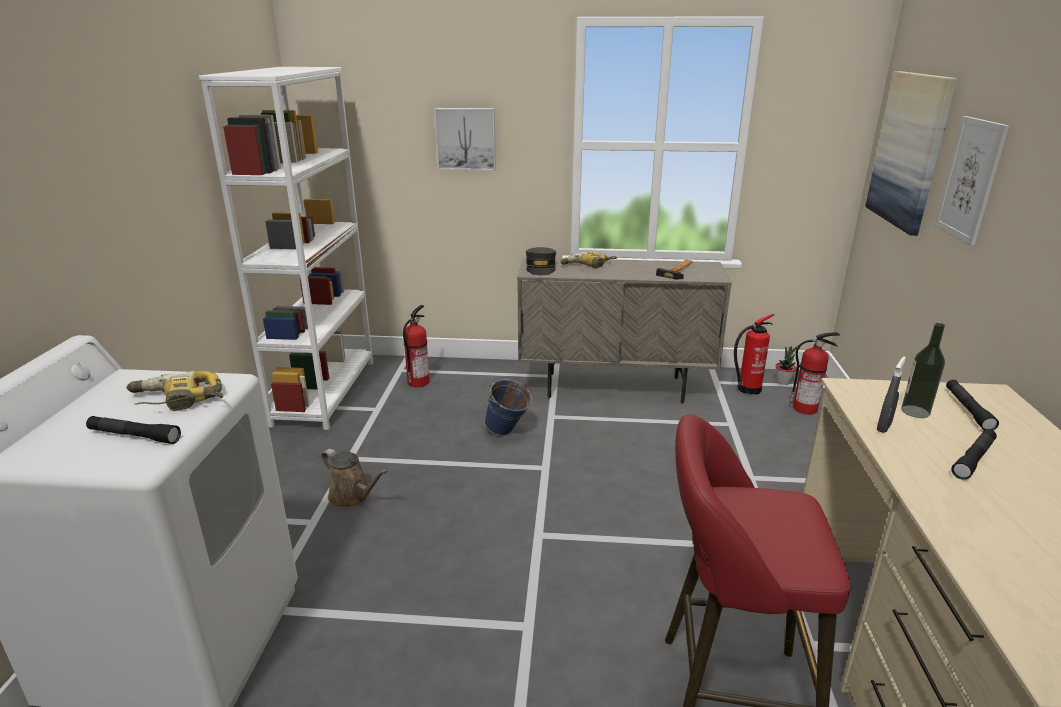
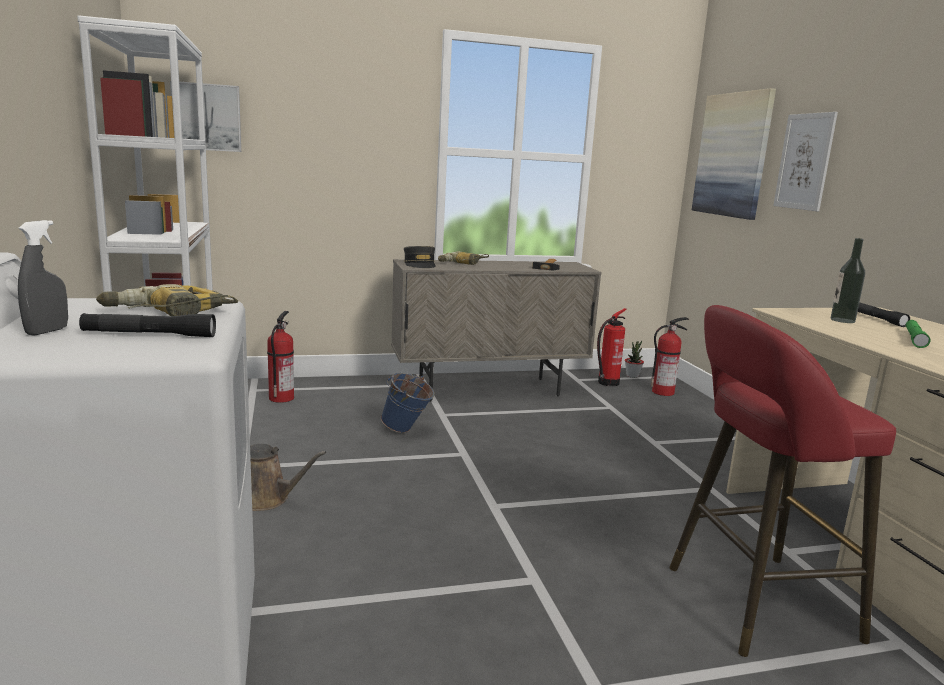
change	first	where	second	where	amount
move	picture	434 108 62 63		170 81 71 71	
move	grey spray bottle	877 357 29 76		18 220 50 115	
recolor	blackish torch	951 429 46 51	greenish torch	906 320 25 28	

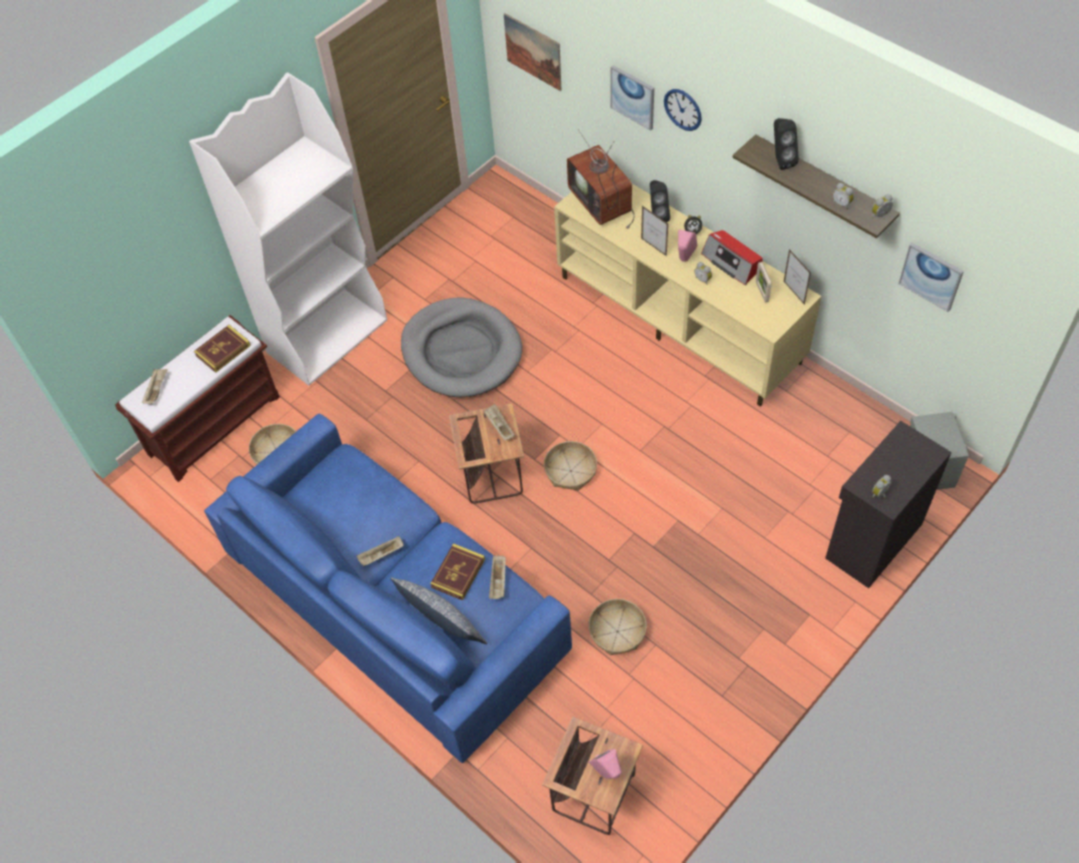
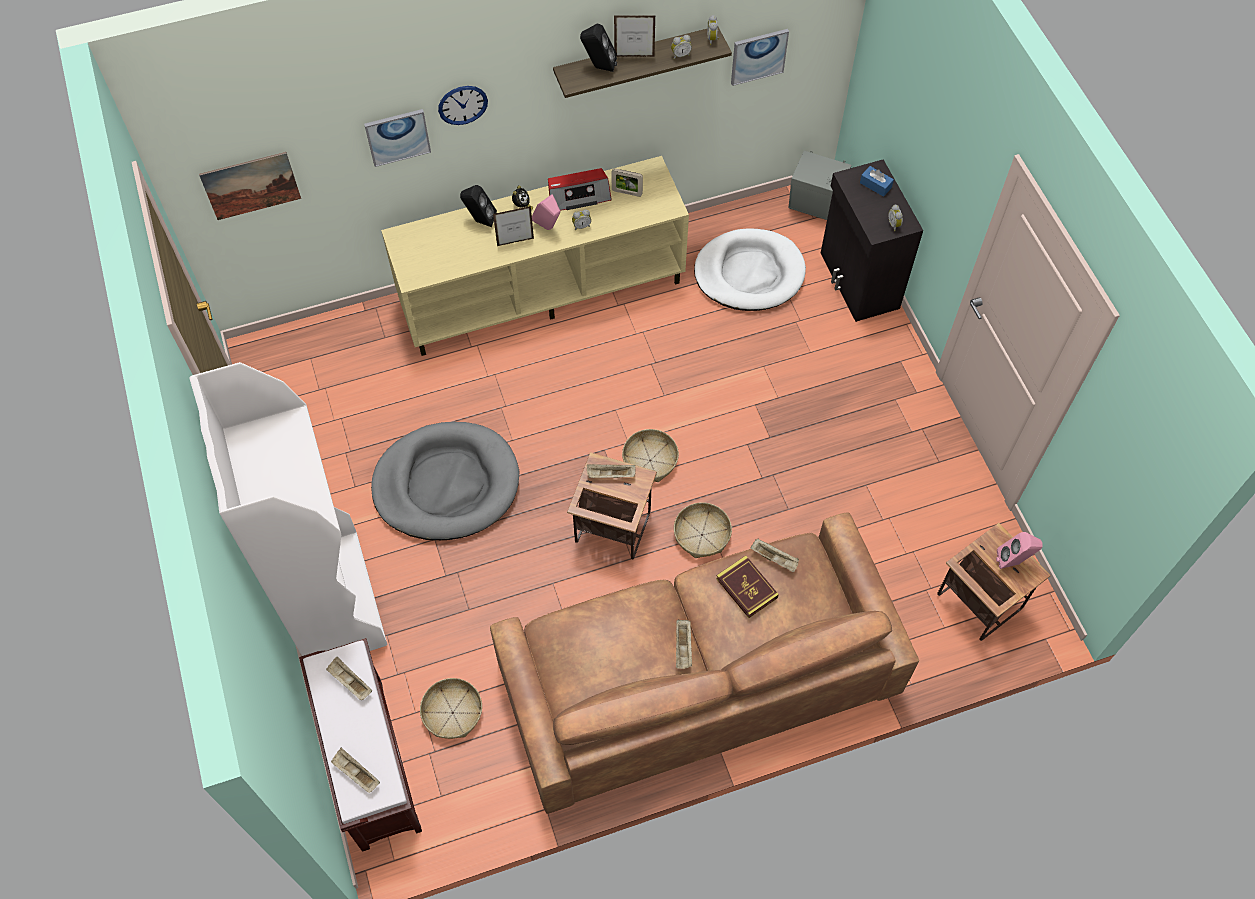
change	first	where	second	where	amount
delete	television	567 129 68 100			
move	photo frame	784 249 27 56		614 15 41 42	
replace	bound book	194 325 57 48	beige-coloured serving tray	326 656 46 44	
recolor	blue settee	204 414 368 349	brown settee	490 512 429 302	
delete	cushion	390 578 97 66			
move	storage basket	589 599 58 56		674 502 58 56	
insert			blue box of tissues	860 166 34 31	
insert			white dog bed	694 228 112 83	

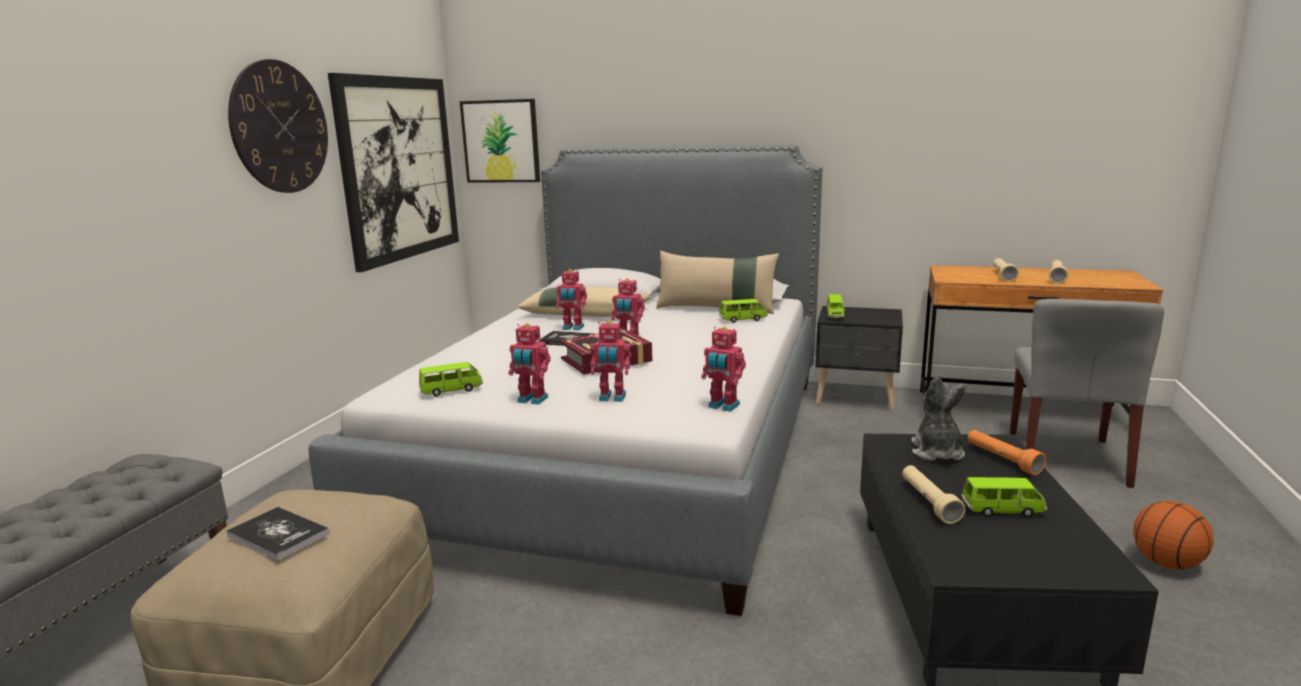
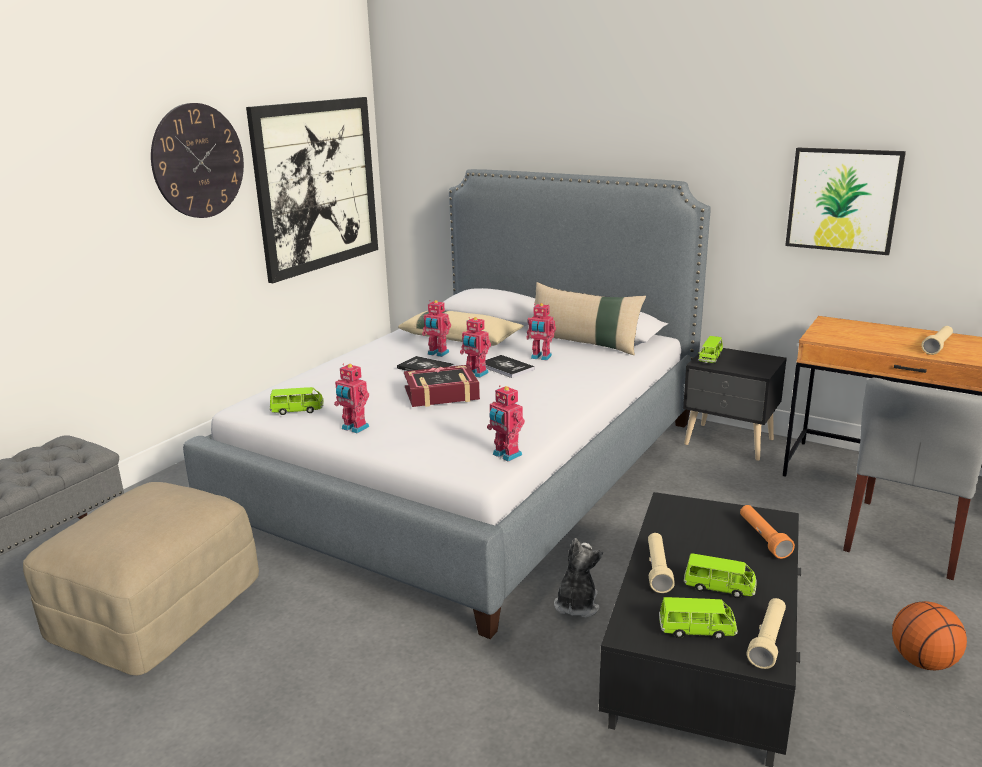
change	first	where	second	where	amount
move	picture	460 99 80 83		785 148 121 107	
move	beige-coloured torch	993 258 26 24		747 598 39 71	
move	greenish miniature car	719 299 49 24		659 597 79 43	
move	toy robot	590 321 41 81		526 303 30 57	
move	soft toy	911 374 56 87		554 538 49 79	
move	bound book	226 507 103 54		485 355 50 23	

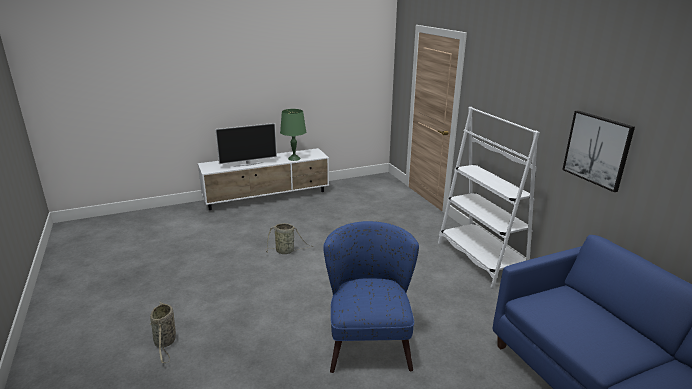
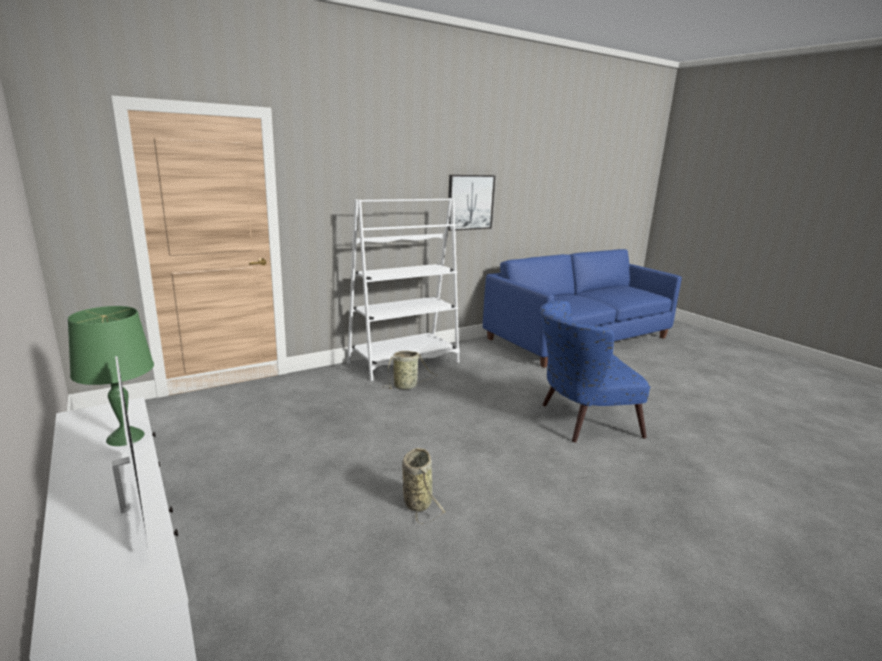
change	first	where	second	where	amount
move	storage basket	149 302 27 61		382 351 56 39	

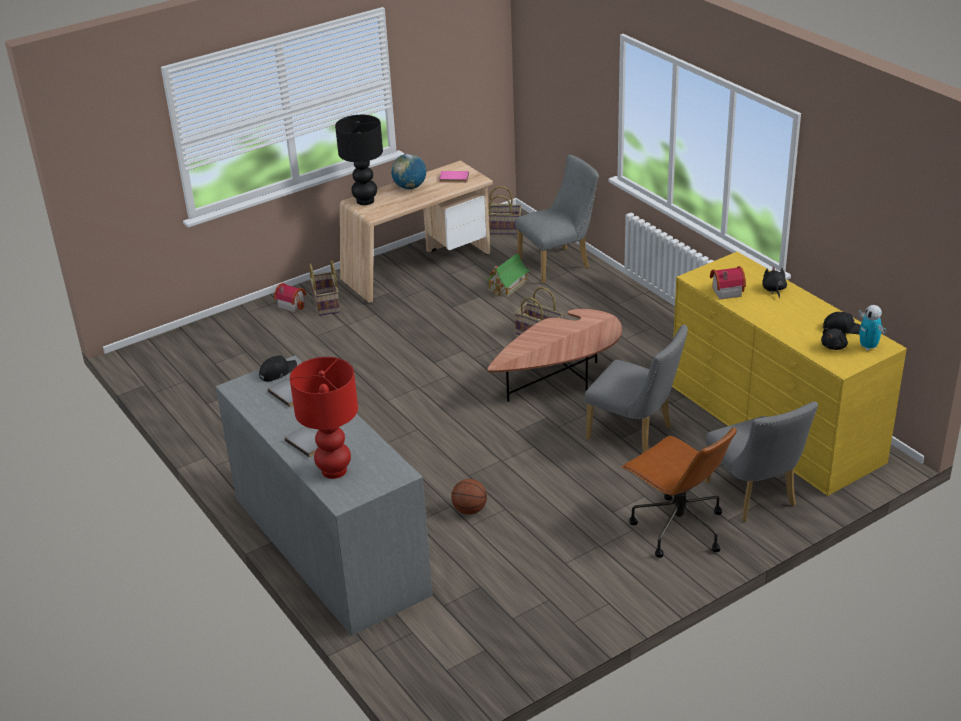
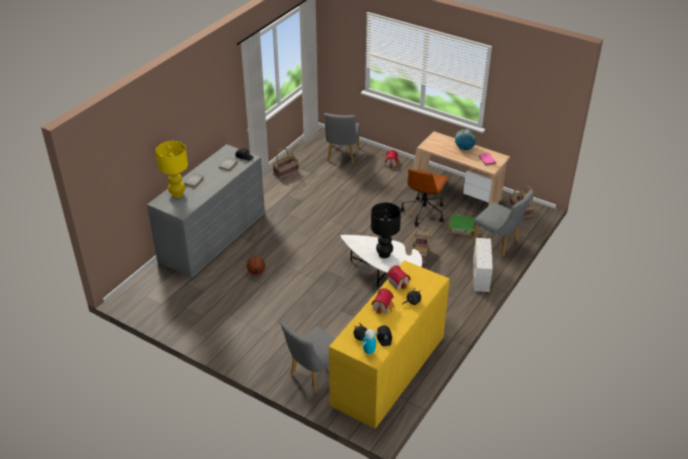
change	first	where	second	where	amount
move	blackish tabletop lamp	335 115 48 90		371 202 30 56	
move	storage basket	309 260 31 56		273 148 26 31	
recolor	brown coffee table	487 309 135 93	white coffee table	340 235 83 52	
move	grey upright chair	585 325 103 128		324 113 36 50	
recolor	red-coloured tabletop lamp	290 357 68 122	yellow tabletop lamp	155 141 33 57	
move	brown office chair	622 427 115 131		401 168 48 58	
insert			white storage bin	473 238 20 54	
insert			model house	371 288 24 26	

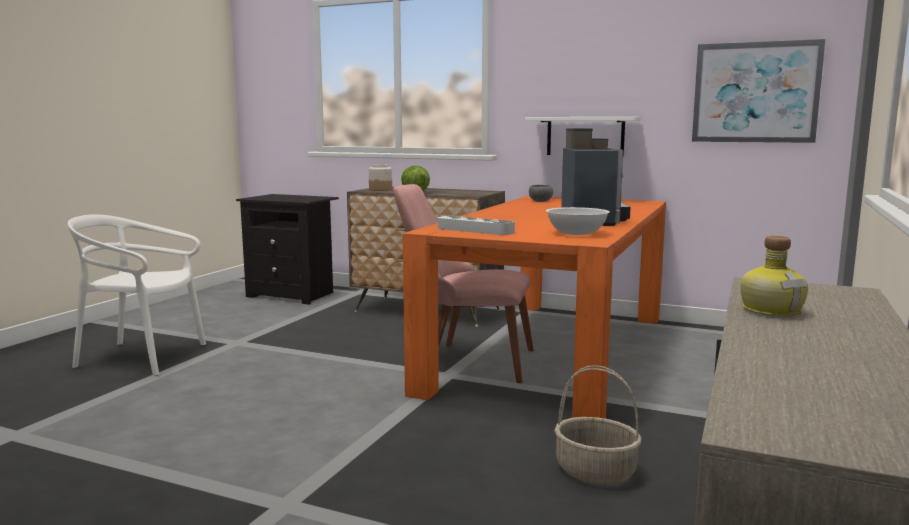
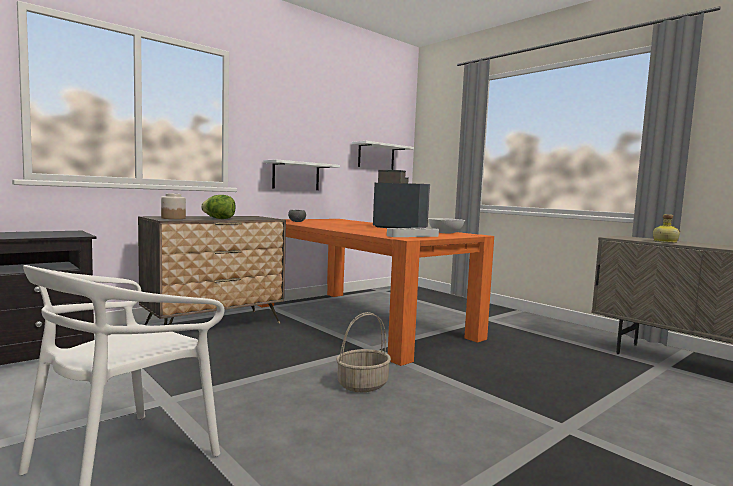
change	first	where	second	where	amount
replace	picture	692 39 133 104	white wall shelf	352 141 62 29	
delete	pinkish upright chair	393 184 141 199			
move	storage basket	554 365 88 120		336 312 55 80	

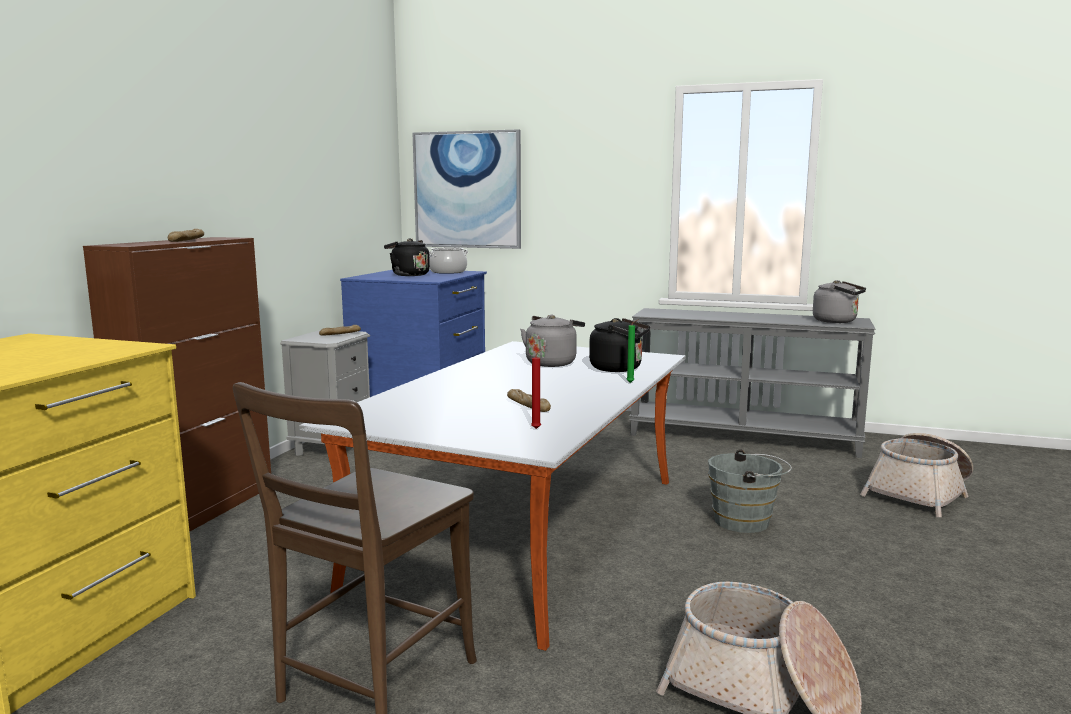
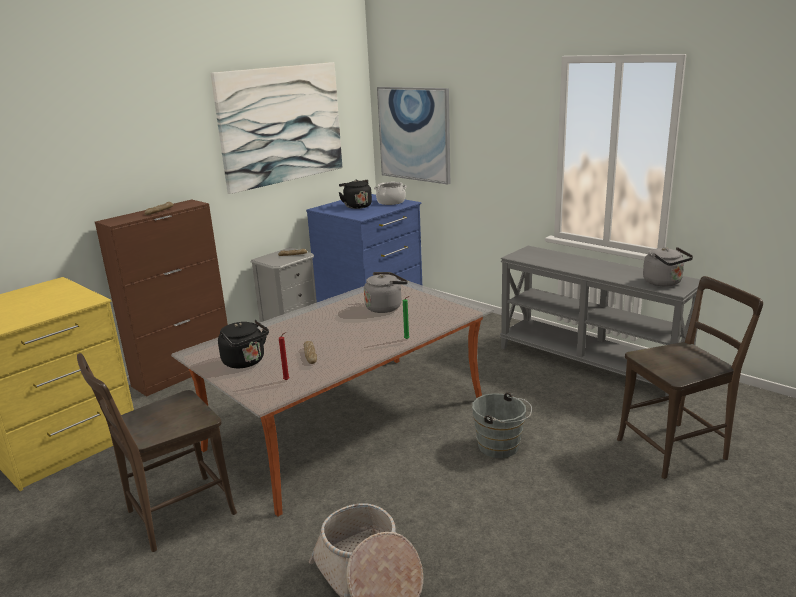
change	first	where	second	where	amount
move	blackish tea kettle	589 318 61 54		218 320 51 48	
replace	storage basket	860 433 113 84	brown upright chair	617 276 146 203	
insert			picture	210 62 133 132	

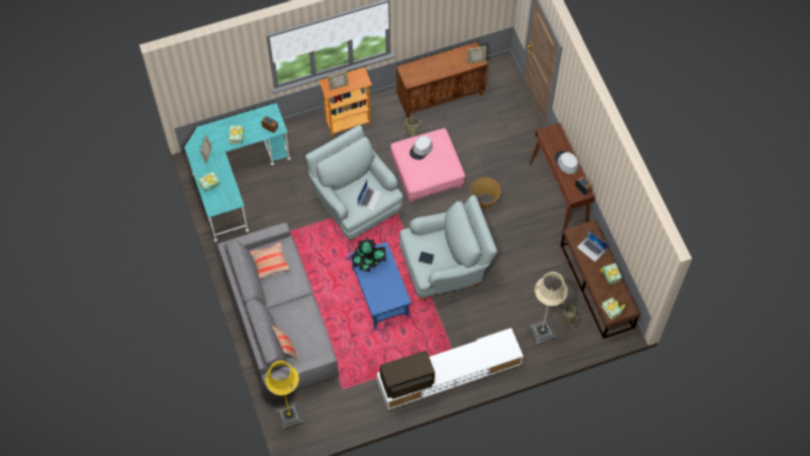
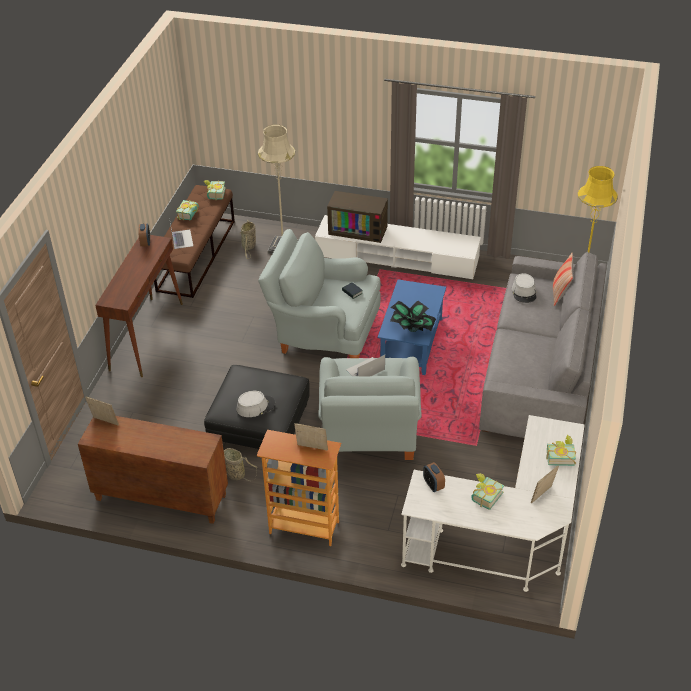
change	first	where	second	where	amount
recolor	turquoise-coloured desk unit	184 103 107 139	white desk unit	401 415 184 177	
recolor	pinkish footrest	390 128 75 75	blackish footrest	204 365 106 84	
move	grey wearable hat	554 151 24 23		512 273 25 30	
delete	storage basket	470 177 31 32			
delete	cushion	250 242 40 37			
move	television	380 350 55 49		327 191 61 52	

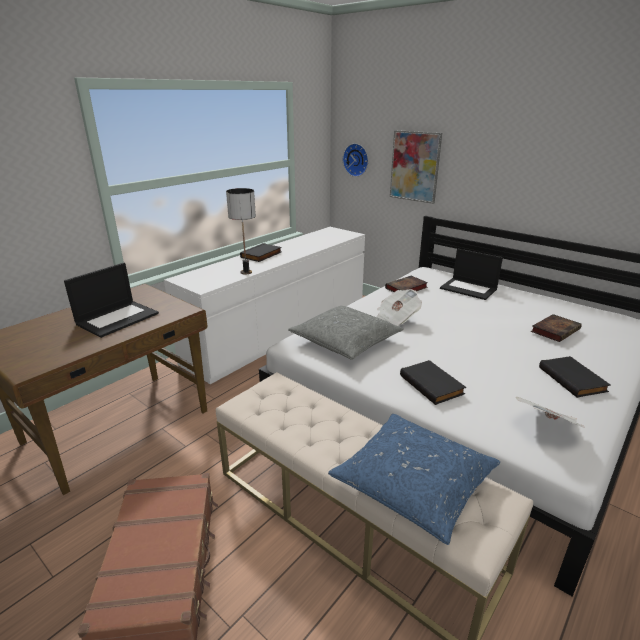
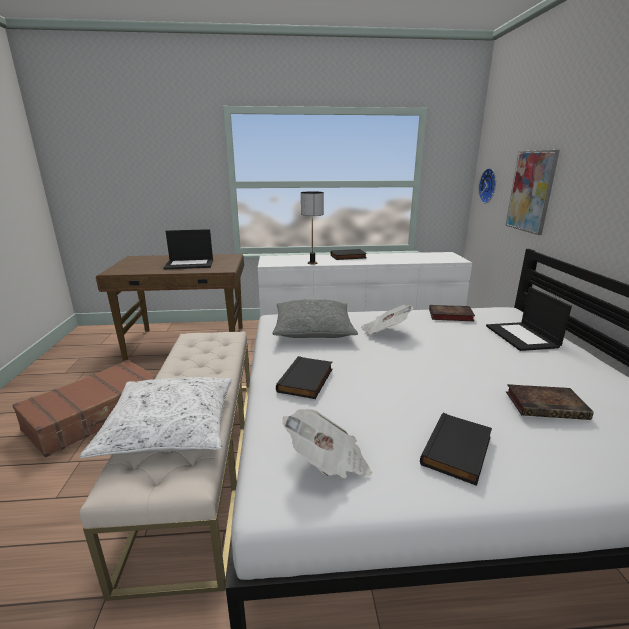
change	first	where	second	where	amount
recolor	blue cushion	328 414 172 131	white cushion	80 377 152 81	

